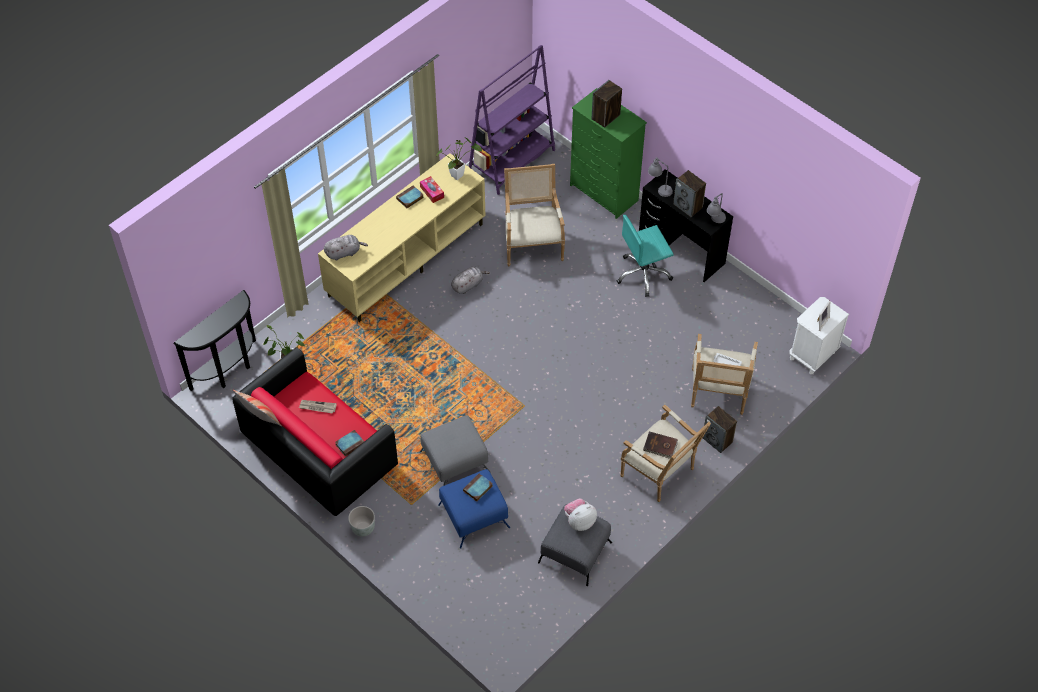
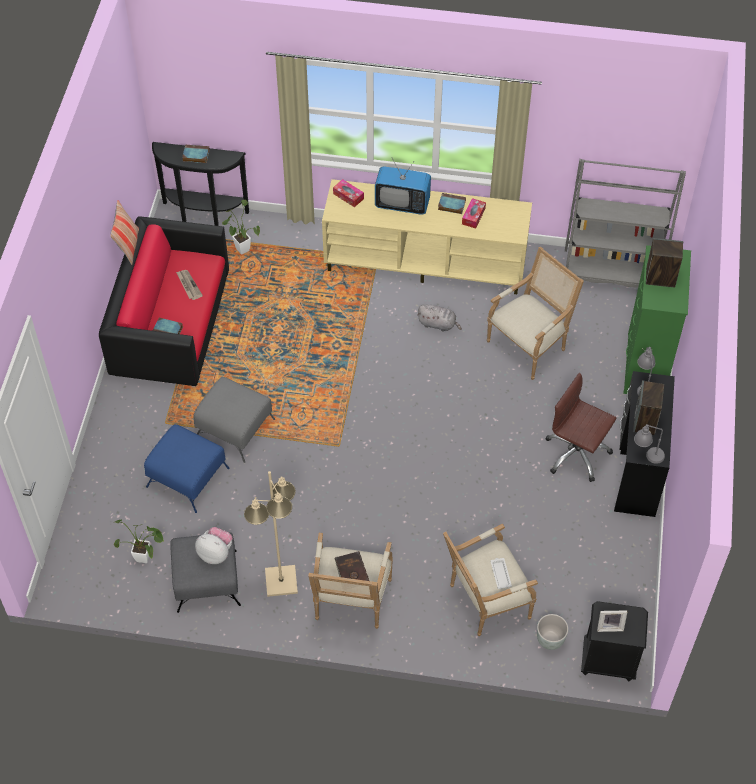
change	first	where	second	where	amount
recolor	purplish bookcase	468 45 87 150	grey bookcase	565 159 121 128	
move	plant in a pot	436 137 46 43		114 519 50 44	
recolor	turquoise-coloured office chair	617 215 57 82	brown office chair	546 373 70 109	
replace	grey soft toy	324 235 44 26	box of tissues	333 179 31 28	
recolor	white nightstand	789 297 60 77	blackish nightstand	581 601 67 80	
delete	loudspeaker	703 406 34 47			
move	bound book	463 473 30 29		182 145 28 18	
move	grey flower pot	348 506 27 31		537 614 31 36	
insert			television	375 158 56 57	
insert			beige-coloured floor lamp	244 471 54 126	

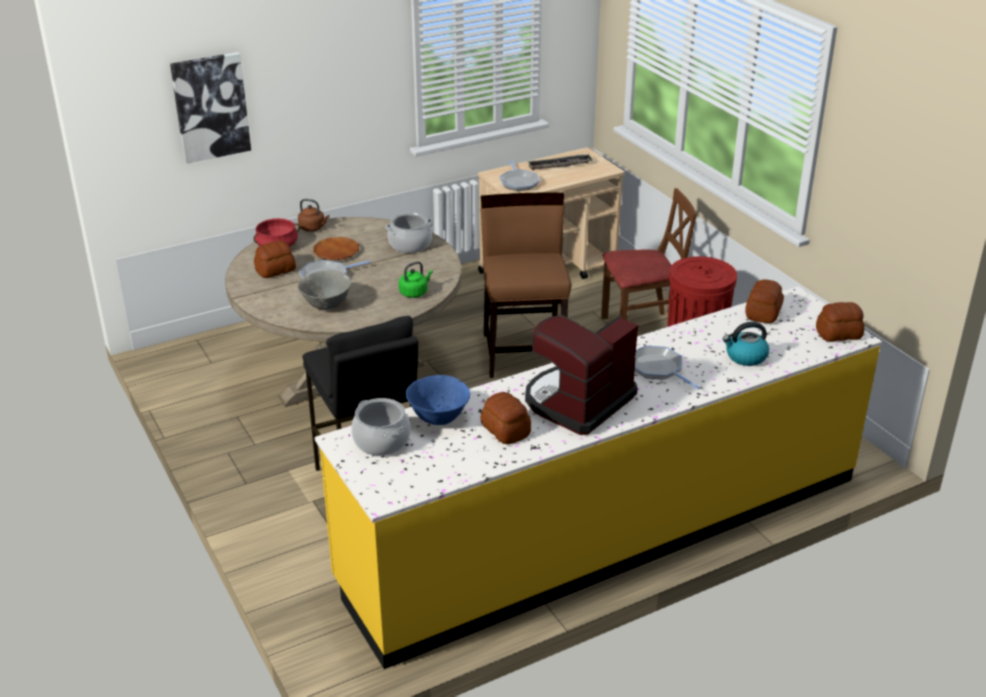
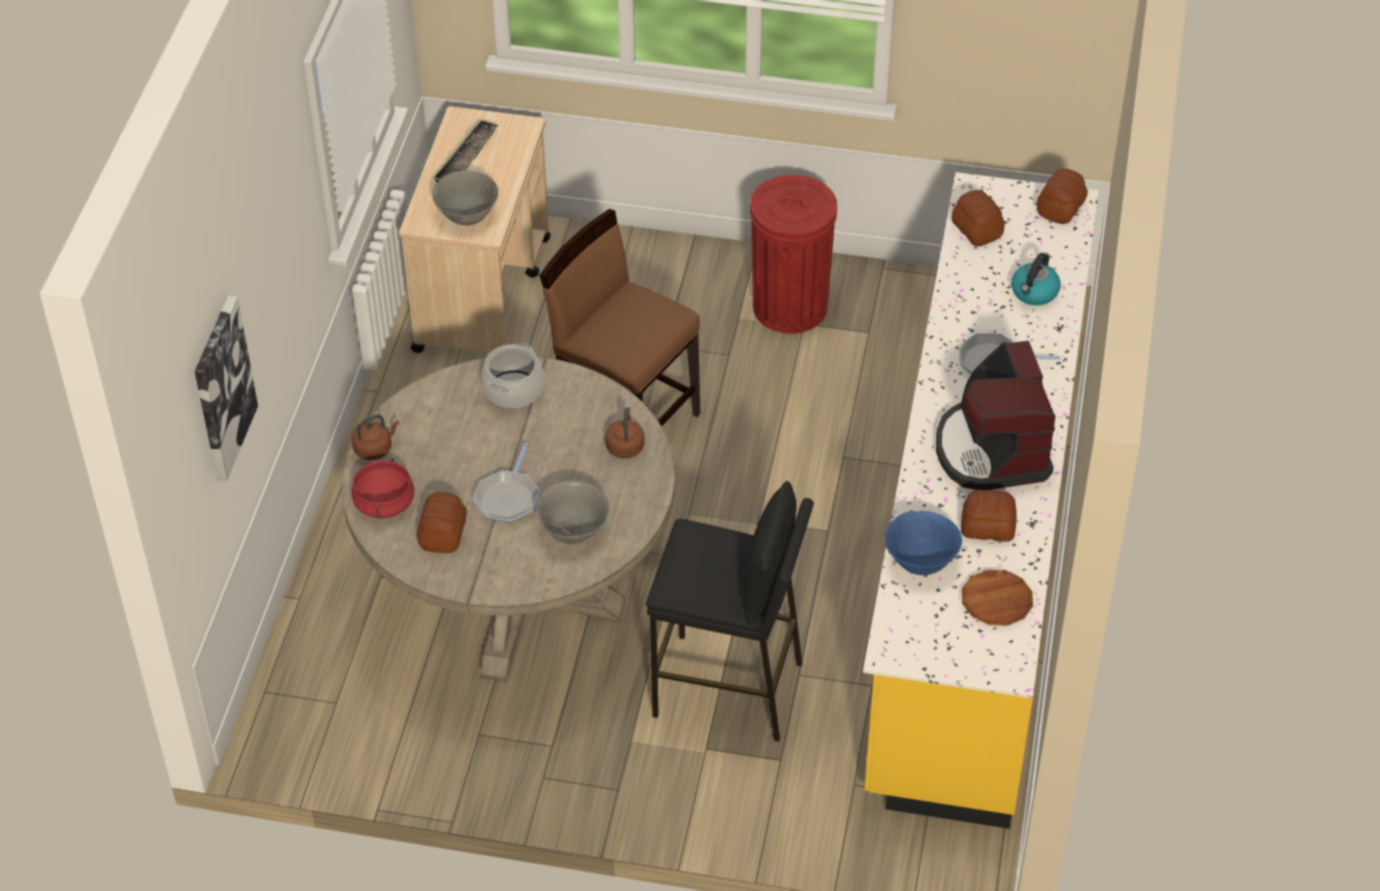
change	first	where	second	where	amount
replace	frying pan	499 161 41 30	grey serving bowl	432 170 67 55	
delete	brown upright chair	601 188 96 132			
move	brown plate	313 237 46 23		962 570 71 56	
recolor	greenish tea kettle	399 261 34 37	brown tea kettle	605 407 40 51	
delete	cooking pot	351 398 60 58			

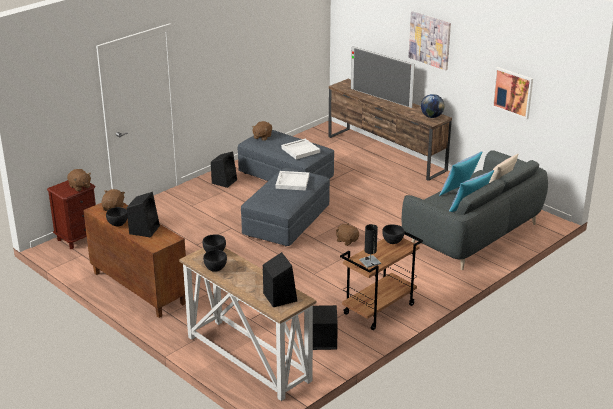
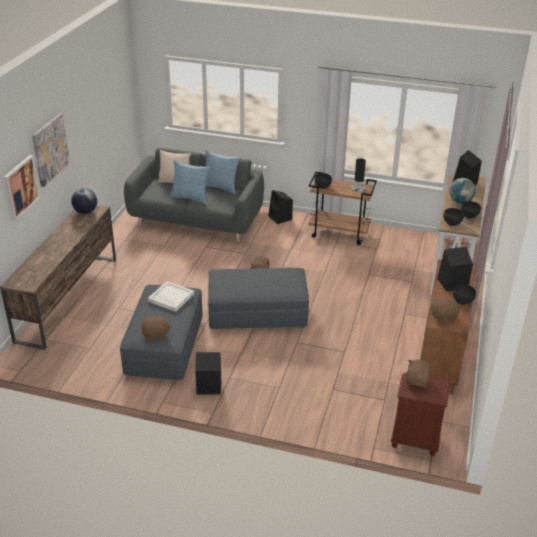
change	first	where	second	where	amount
delete	television	351 46 64 62			
move	picture	492 67 41 52		4 155 37 66	
delete	white serving tray	275 171 34 20			
move	blackish loudspeaker	313 305 25 45		268 190 25 34	
insert			world globe	449 178 27 25	

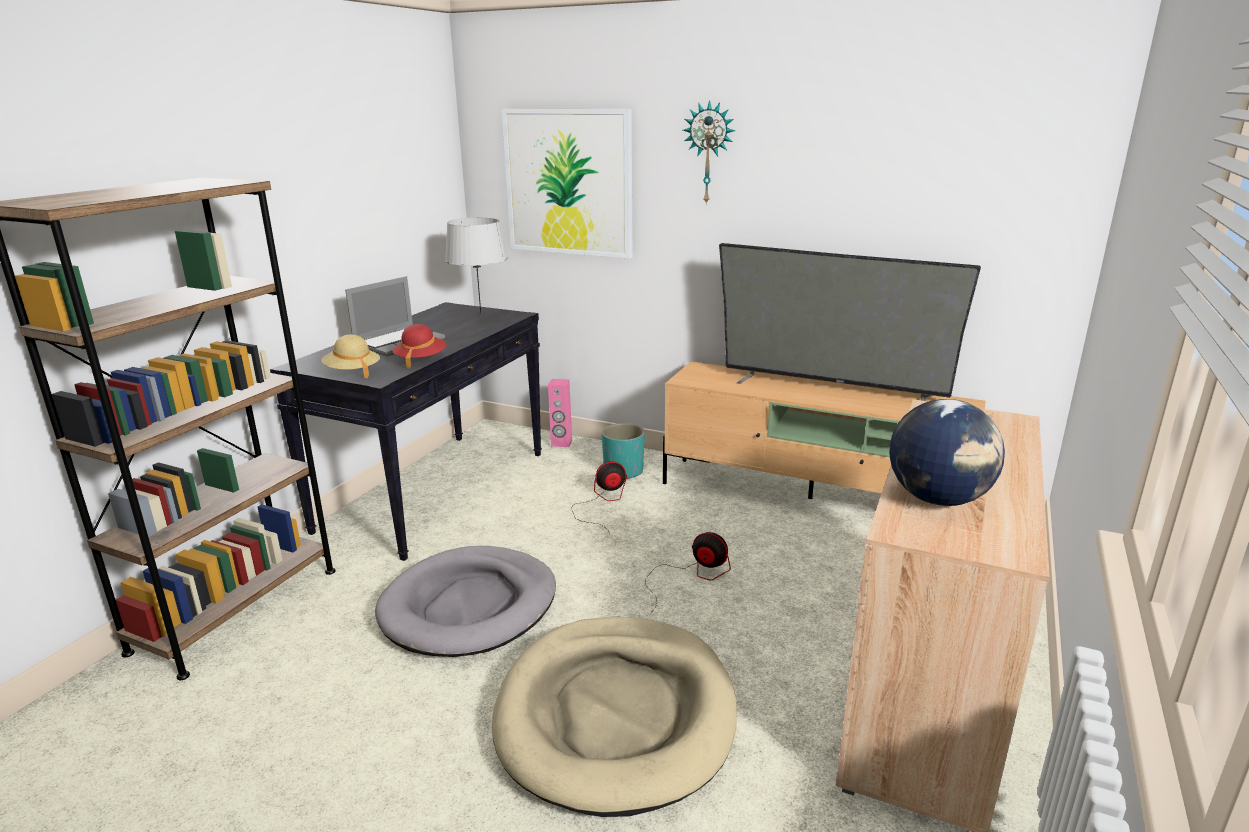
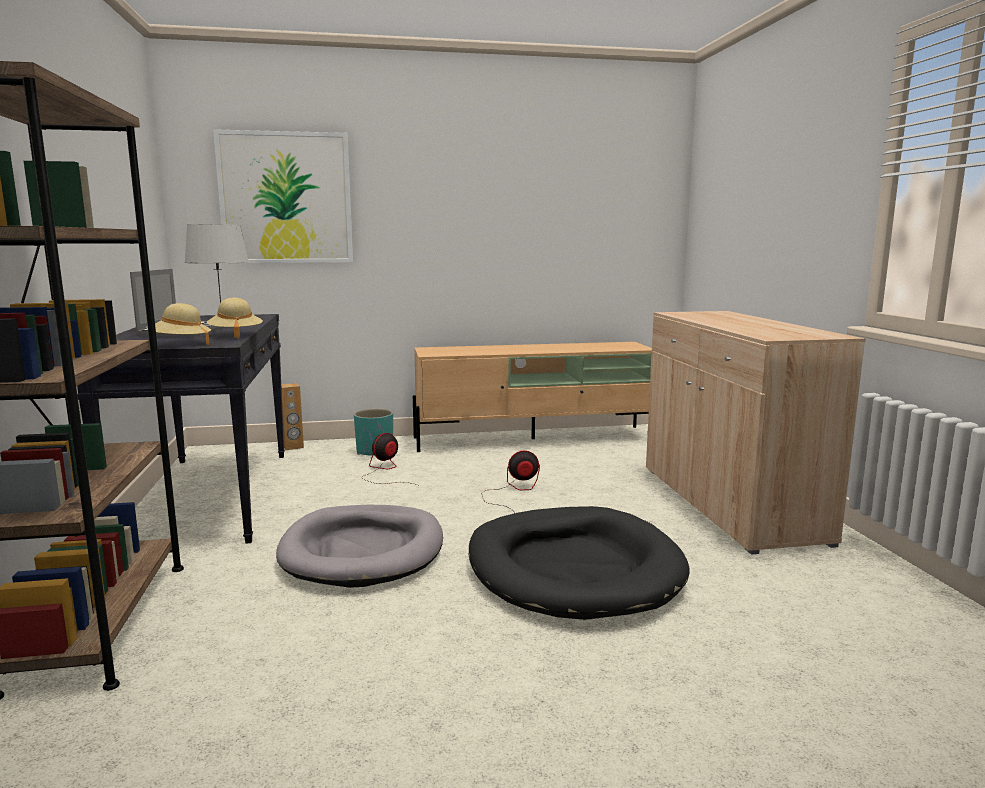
change	first	where	second	where	amount
delete	wall clock	683 100 52 105			
delete	television	719 243 262 158			
recolor	red-coloured wearable hat	392 324 54 45	beige-coloured wearable hat	207 298 56 41	
recolor	pinkish loudspeaker	548 379 24 68	brown loudspeaker	281 383 23 67	
delete	world globe	890 399 115 107			
recolor	beige-coloured dog bed	492 617 245 200	blackish dog bed	469 506 221 114	

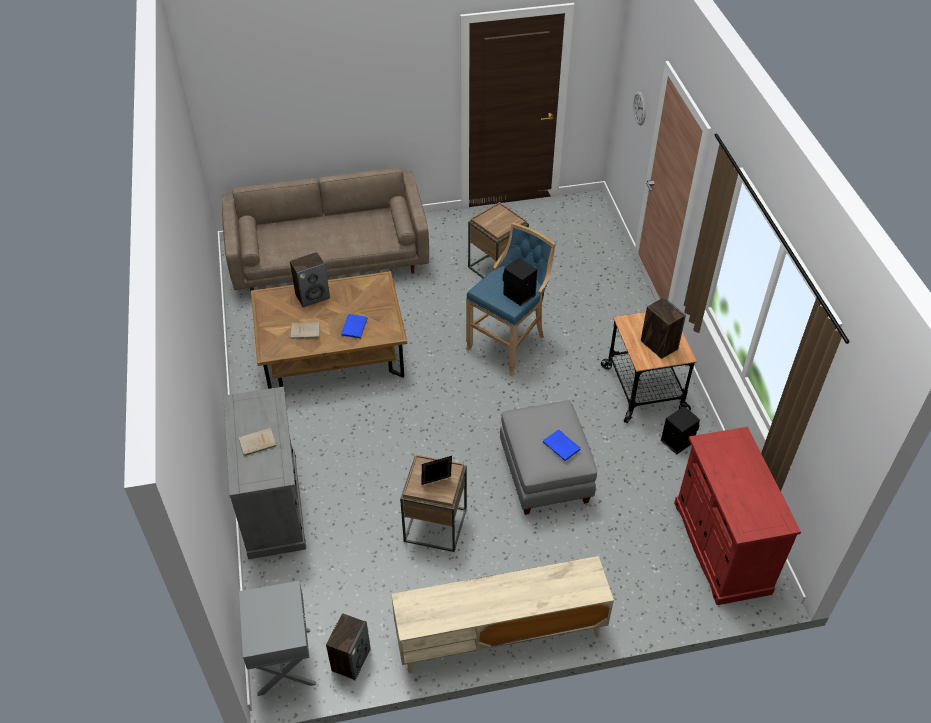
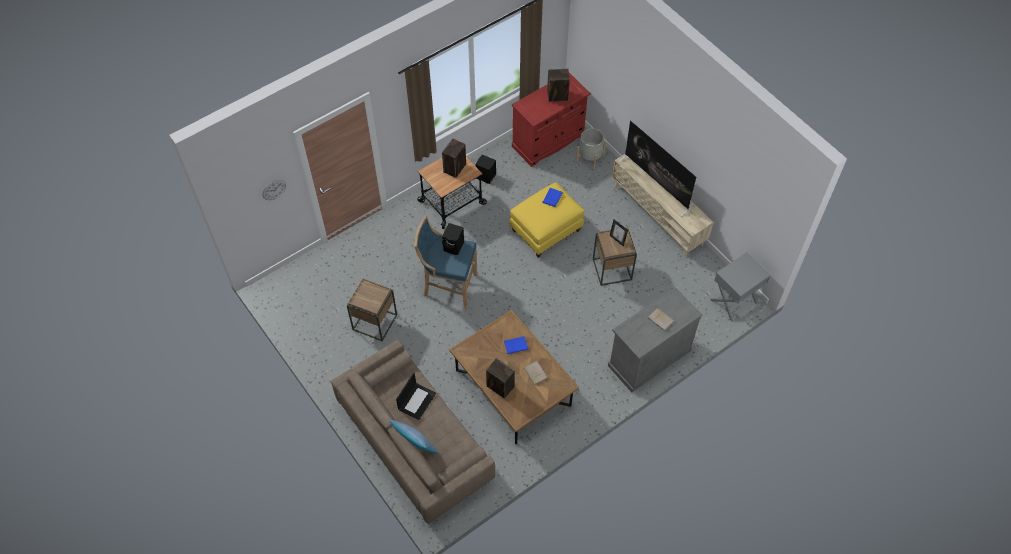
change	first	where	second	where	amount
recolor	grey footrest	500 400 97 115	yellow footrest	510 182 74 76	
move	loudspeaker	326 613 45 67		547 69 23 33	
insert			television	619 120 77 97	
insert			grey flower pot	576 128 30 41	
insert			laptop	396 372 40 48	
insert			cushion	389 419 51 35	

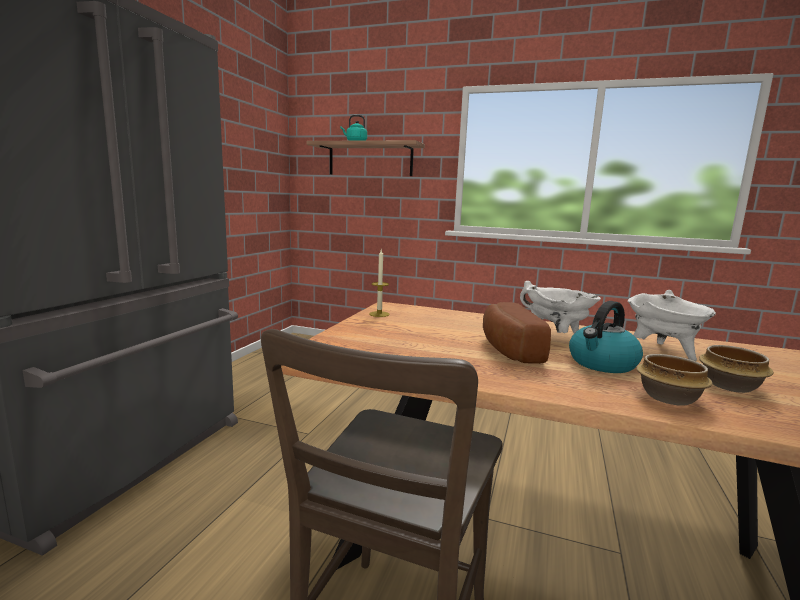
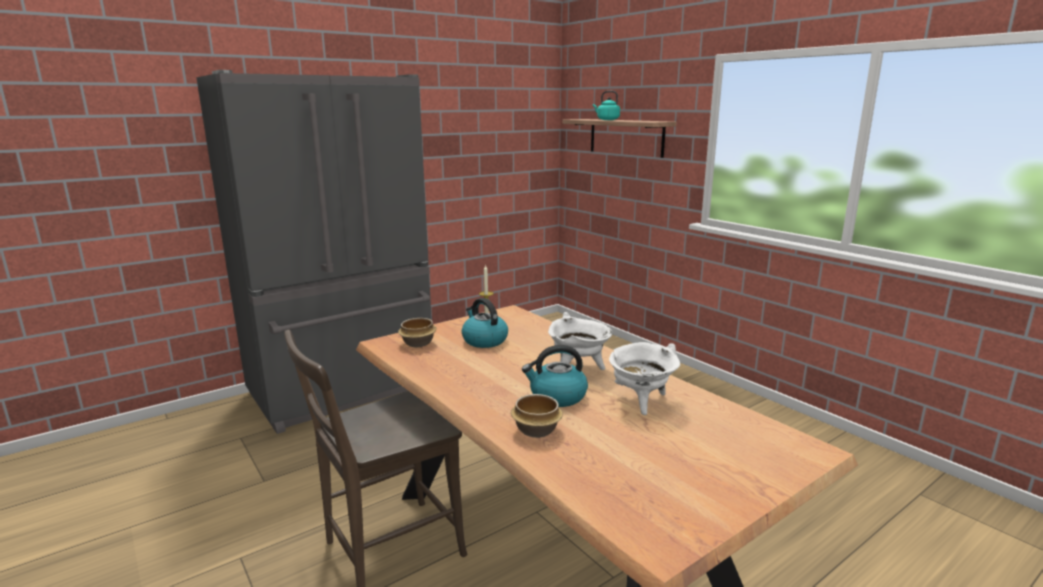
change	first	where	second	where	amount
delete	baked bread	483 302 68 62			
move	serving bowl	699 345 75 48		398 318 39 30	
insert			tea kettle	462 298 46 50	

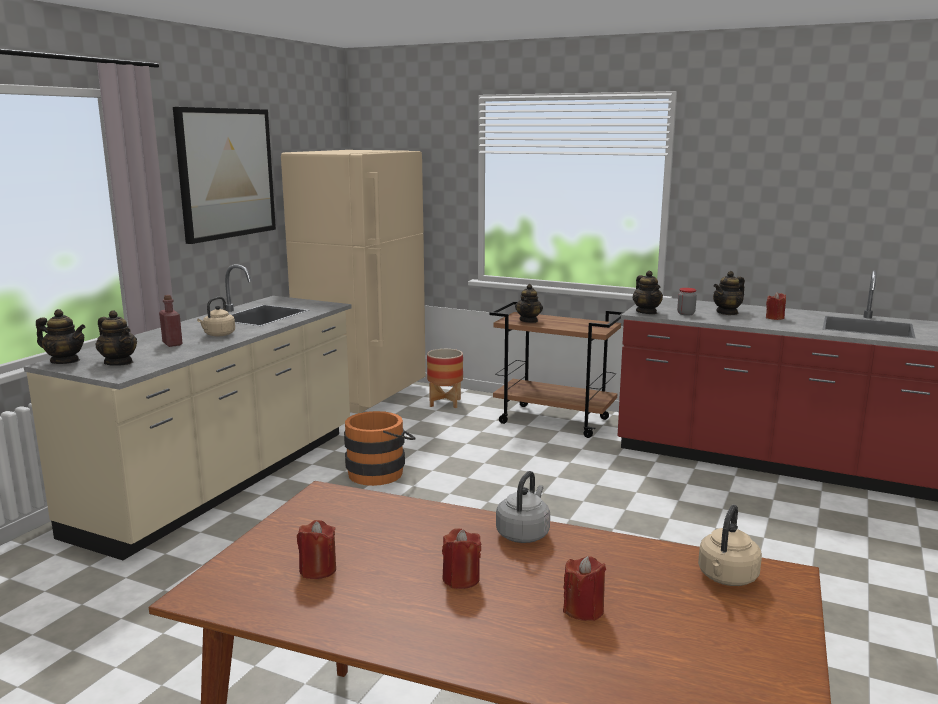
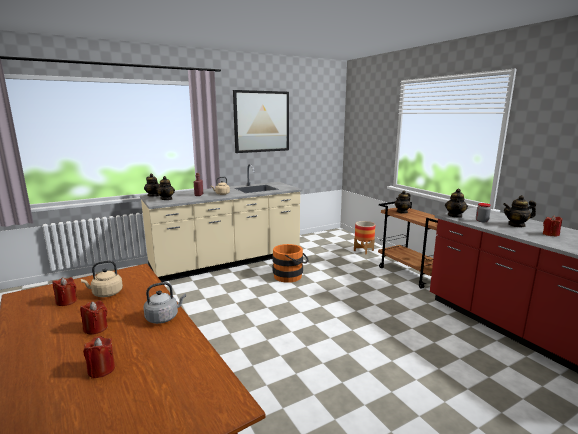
change	first	where	second	where	amount
delete	beige-coloured kitchen fridge	281 150 145 264			
move	beige-coloured tea kettle	698 505 64 81		81 260 42 37	

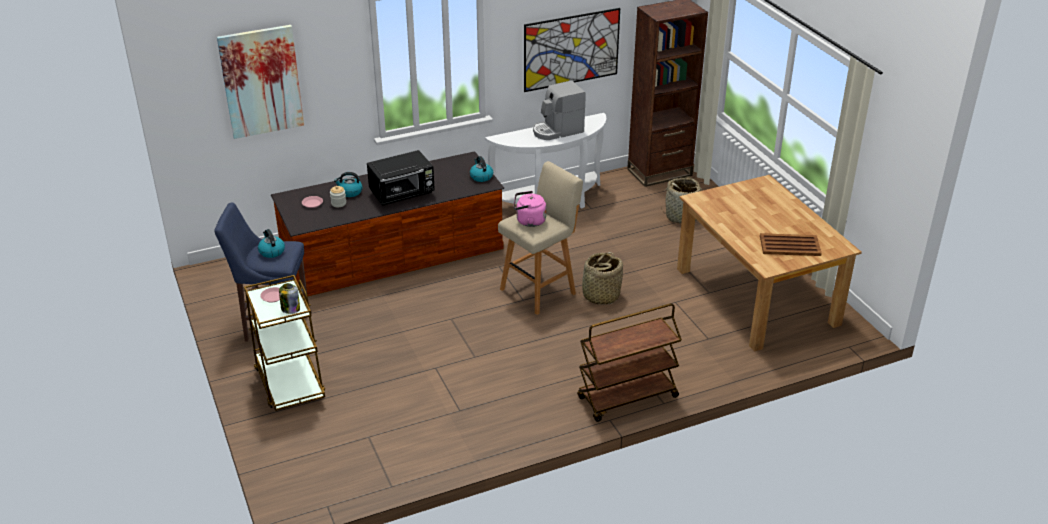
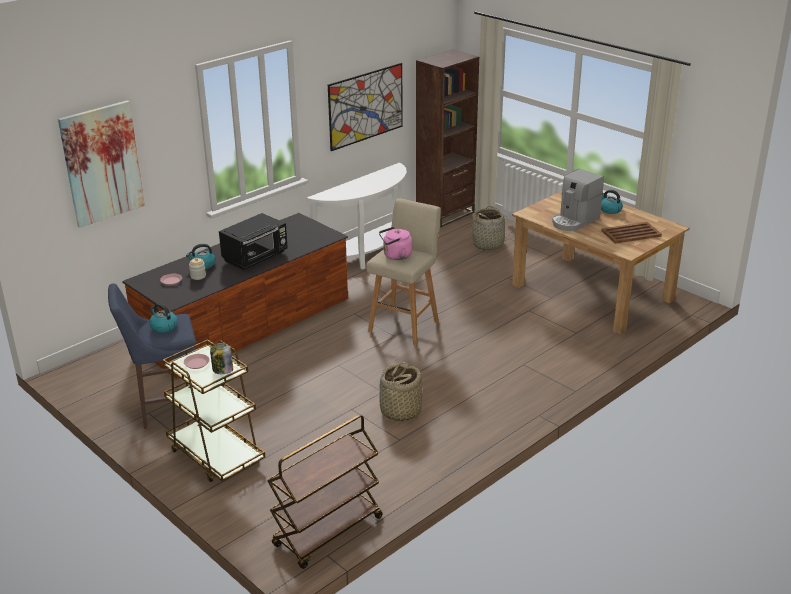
change	first	where	second	where	amount
move	coffee machine	533 80 53 60		552 168 52 63	
move	tea kettle	470 156 23 26		601 190 22 24	
move	storage basket	582 252 41 53		379 362 44 59	
move	brown wheeled cart	577 303 105 119		267 415 116 154	

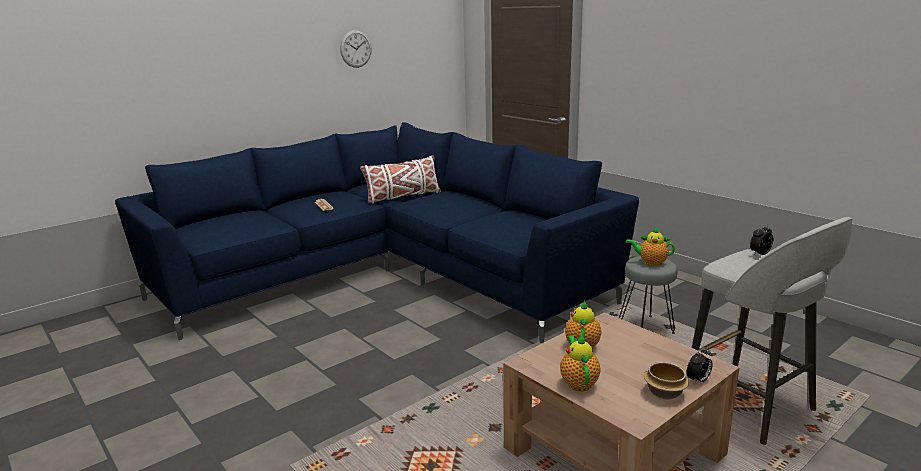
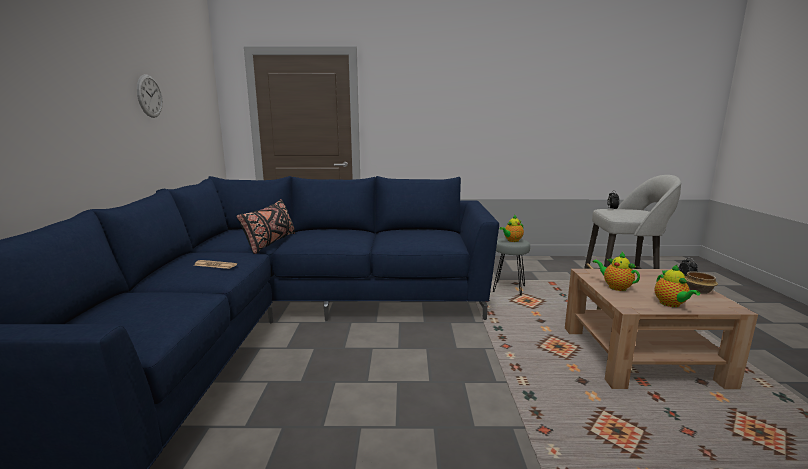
change	first	where	second	where	amount
recolor	white cushion	360 155 81 49	blackish cushion	236 199 59 55	
rotate	teapot	560 334 40 57		655 265 46 42	135 degrees counterclockwise

